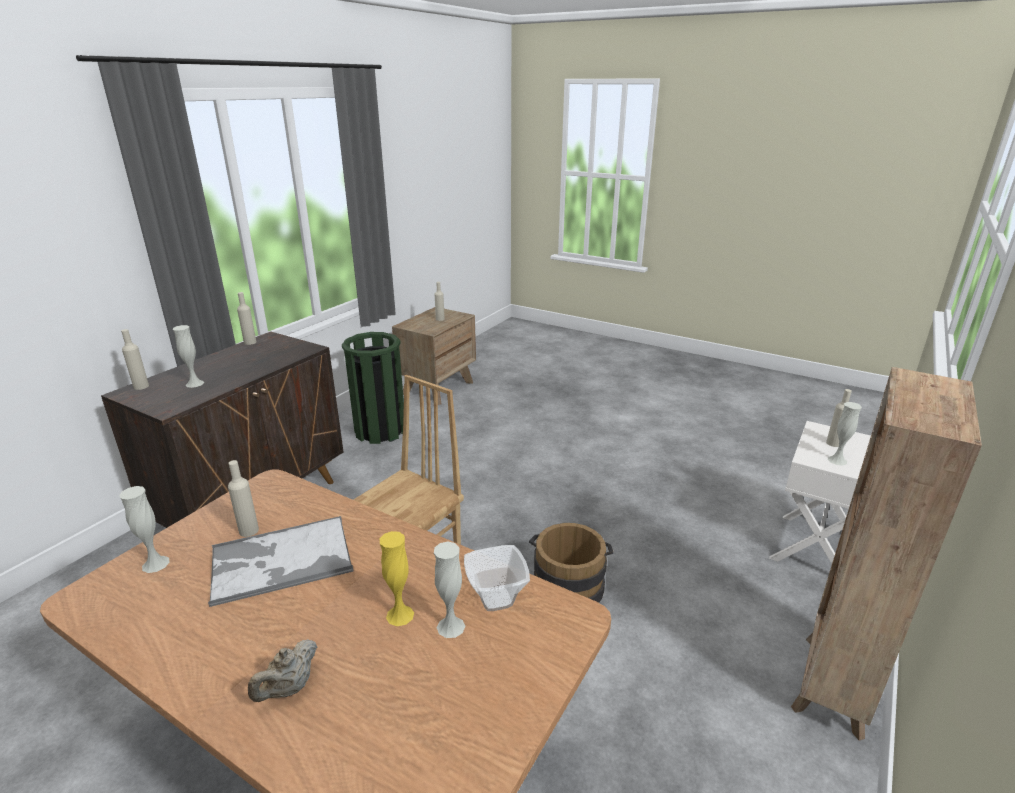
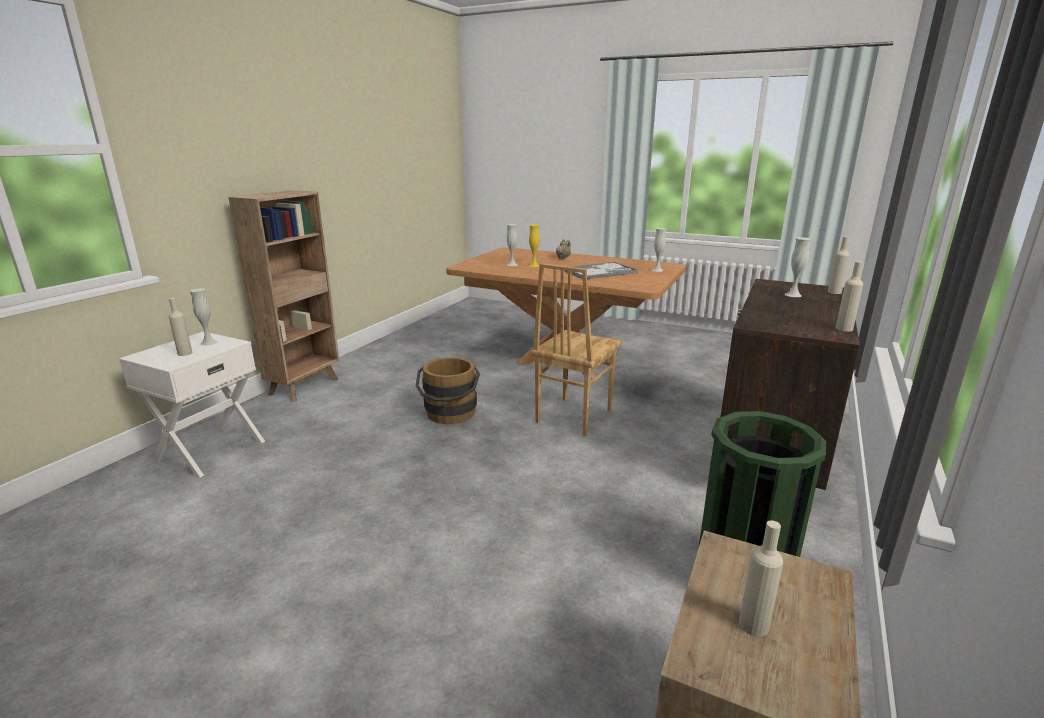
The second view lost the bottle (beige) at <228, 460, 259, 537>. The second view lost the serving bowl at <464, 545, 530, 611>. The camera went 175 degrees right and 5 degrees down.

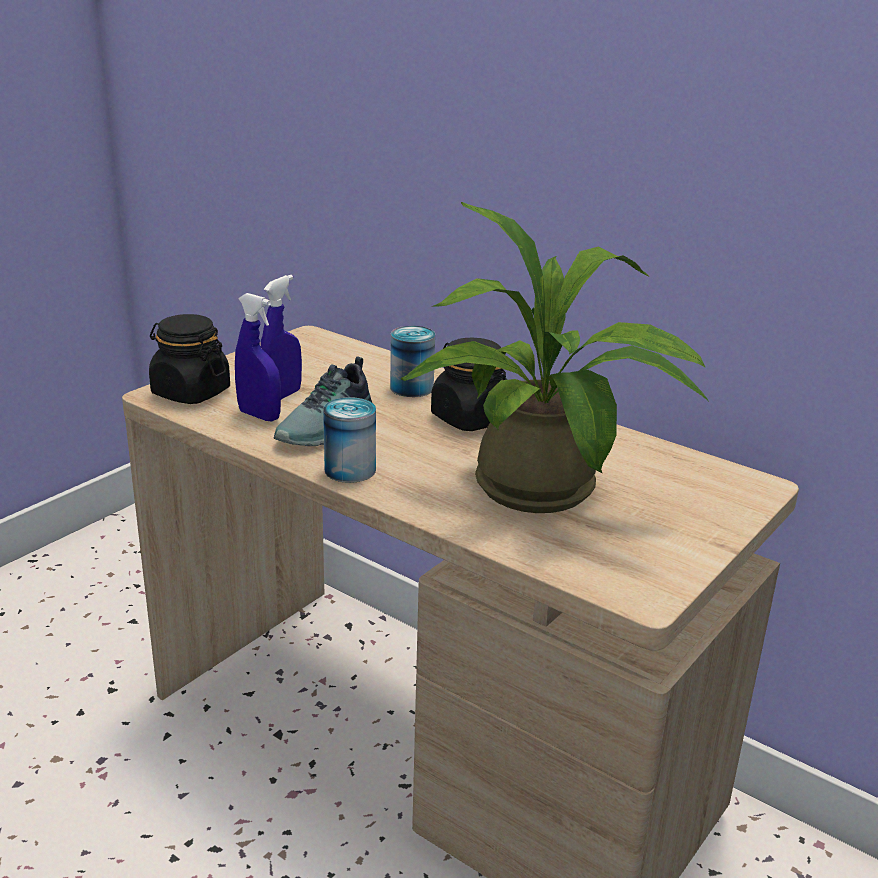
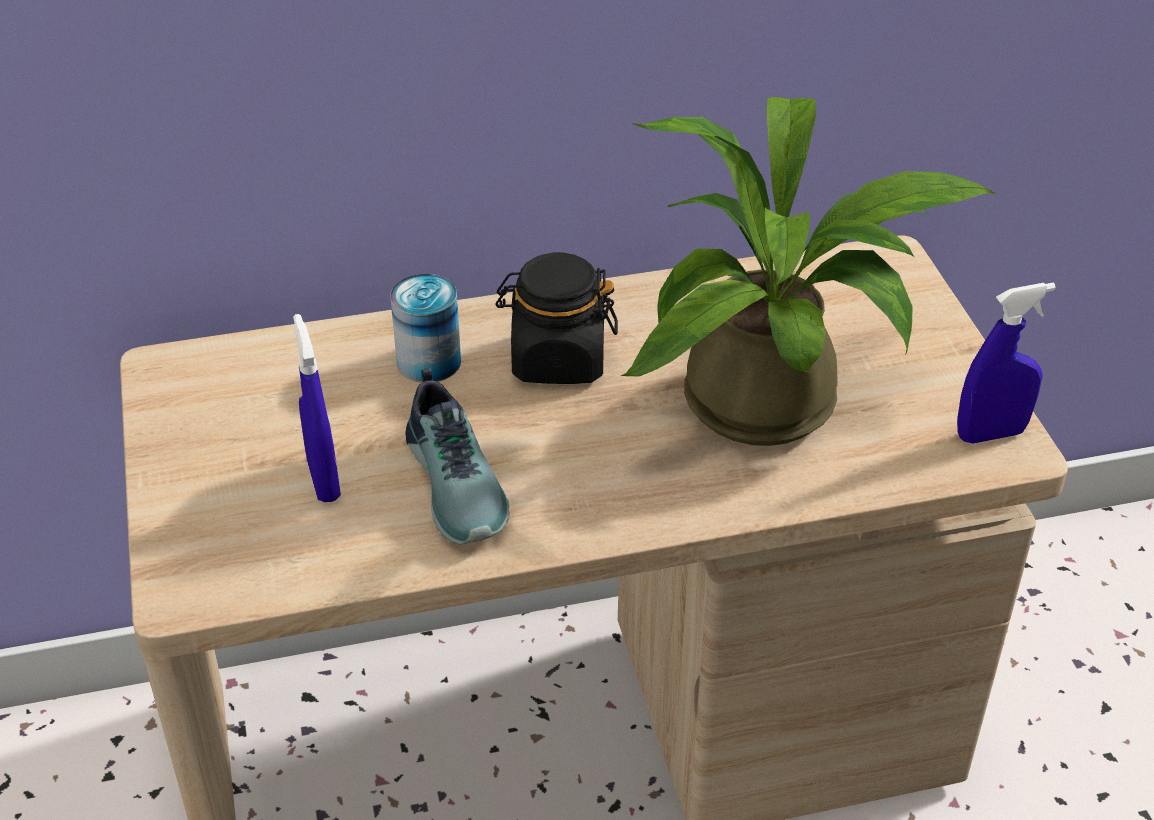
The spray bottle (blue-coloured) ended up elsewhere, having gone from <235, 293, 281, 421> to <957, 283, 1056, 443>. The second view lost the jar (black-coloured) at <149, 314, 230, 404>. The second view lost the can at <323, 397, 376, 483>. The camera went 50 degrees left and 15 degrees up.

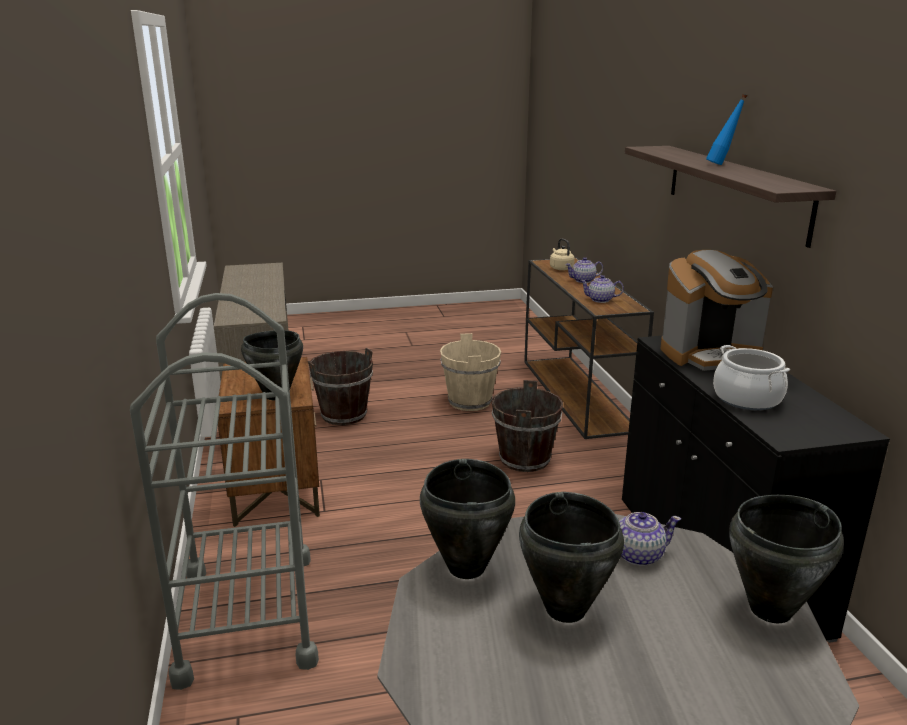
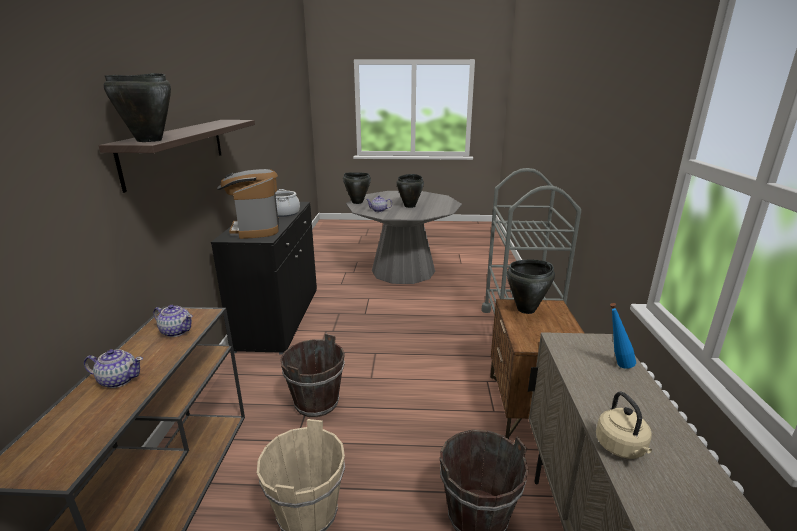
The bottle (blue-coloured) ended up elsewhere, having gone from <706, 94, 747, 165> to <610, 303, 636, 369>. The water kettle (beige) ended up elsewhere, having gone from <550, 239, 575, 270> to <596, 392, 652, 459>. The coffee brewer at <661, 250, 773, 371> ended up facing another way, 105 degrees counterclockwise from before. The cooking pot (black-coloured) ended up elsewhere, having gone from <420, 459, 515, 579> to <104, 73, 171, 142>. The camera went 165 degrees left and 0 degrees up.

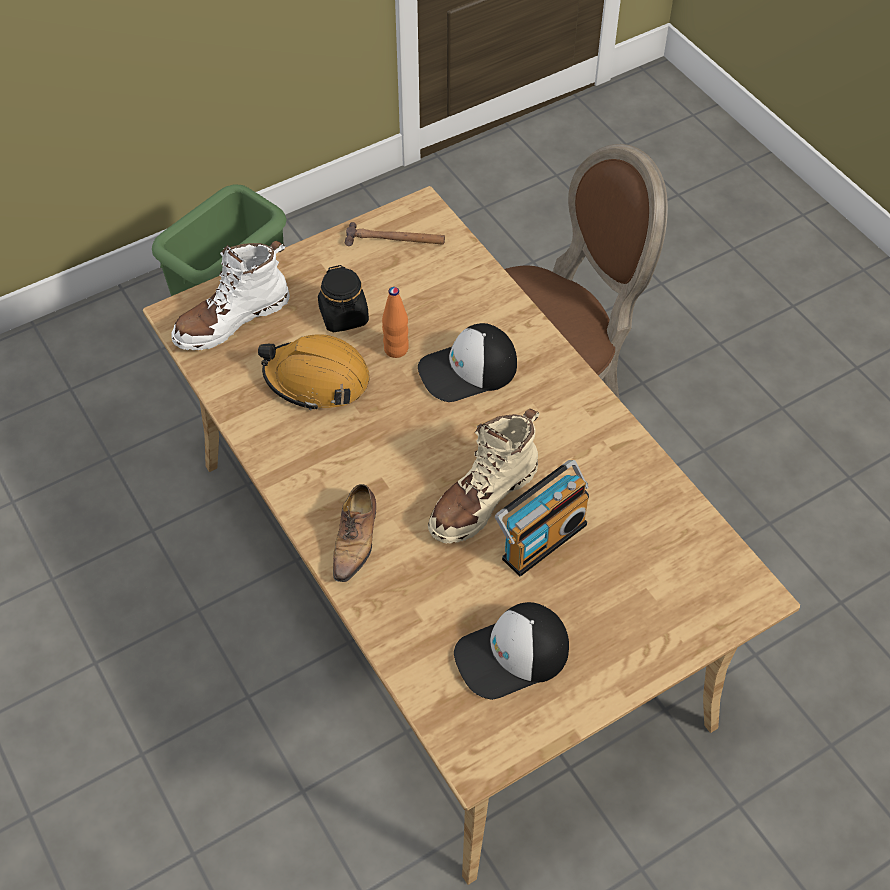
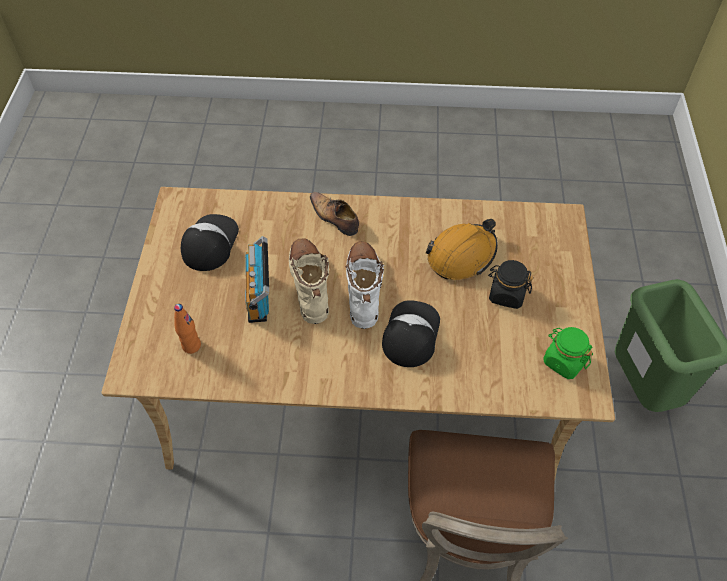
Where the hand hammer stood at <345, 222, 445, 246>, the jar (green) came to stand at <543, 327, 593, 379>. The tall boot (white) ended up elsewhere, having gone from <171, 241, 290, 350> to <345, 241, 384, 329>. The bottle (orangey) ended up elsewhere, having gone from <382, 287, 409, 358> to <174, 304, 201, 354>. The camera went 125 degrees right and 0 degrees up.

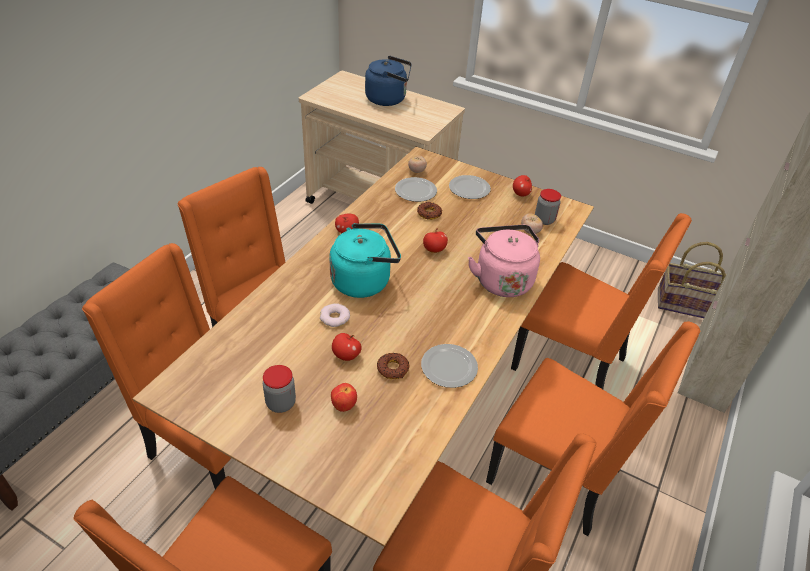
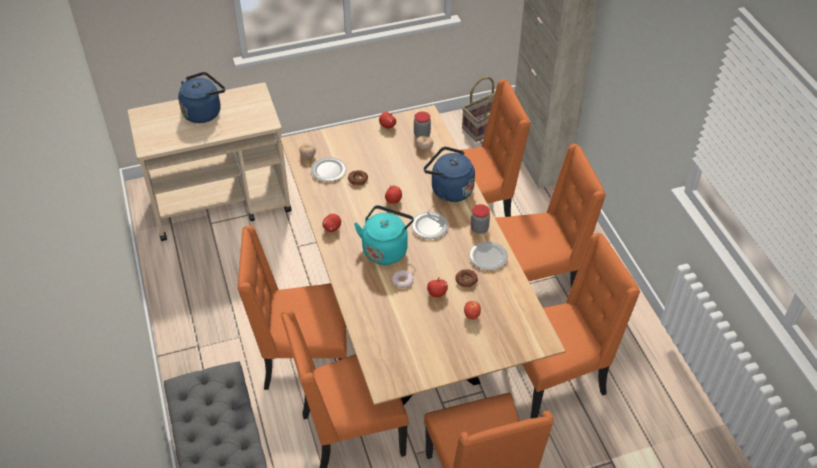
The dinner plate ended up elsewhere, having gone from <449, 175, 491, 199> to <411, 212, 449, 239>. What was the water kettle (pink-coloured) at <468, 225, 540, 297> turned into the water kettle (blue-coloured) at <424, 147, 475, 202>. The jar ended up elsewhere, having gone from <263, 365, 296, 413> to <471, 204, 490, 234>. The camera went 45 degrees left and 5 degrees up.

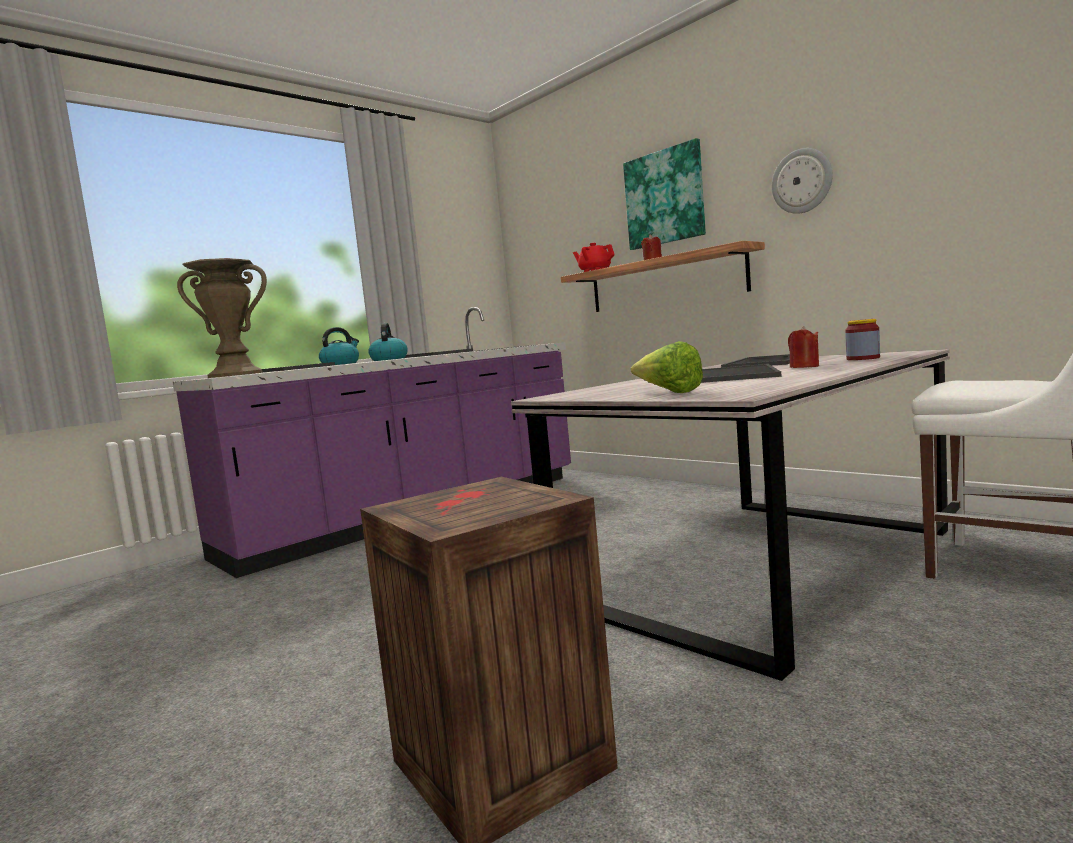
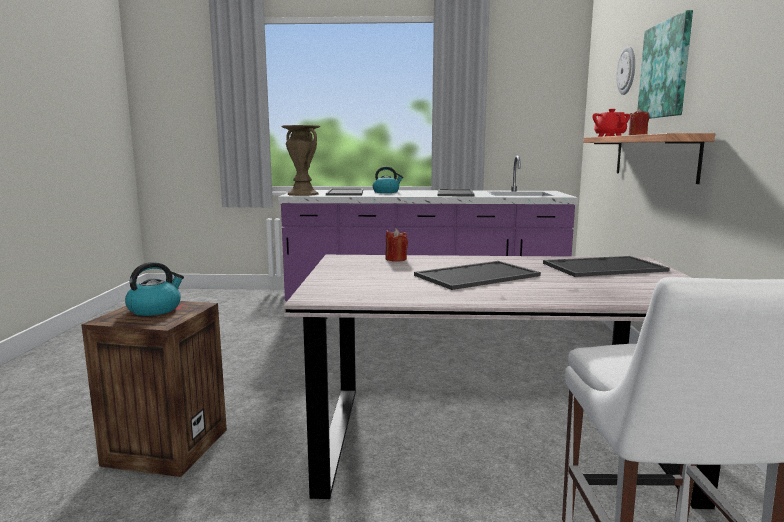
The hanging clock ended up elsewhere, having gone from <772, 148, 833, 214> to <616, 46, 635, 95>. The second view lost the jar at <845, 319, 880, 360>. The water kettle ended up elsewhere, having gone from <368, 323, 408, 361> to <125, 262, 184, 316>. The wax light (red-coloured) ended up elsewhere, having gone from <788, 326, 819, 368> to <385, 229, 408, 262>. The second view lost the head of lettuce at <630, 341, 703, 393>. The camera went 45 degrees right and 5 degrees up.

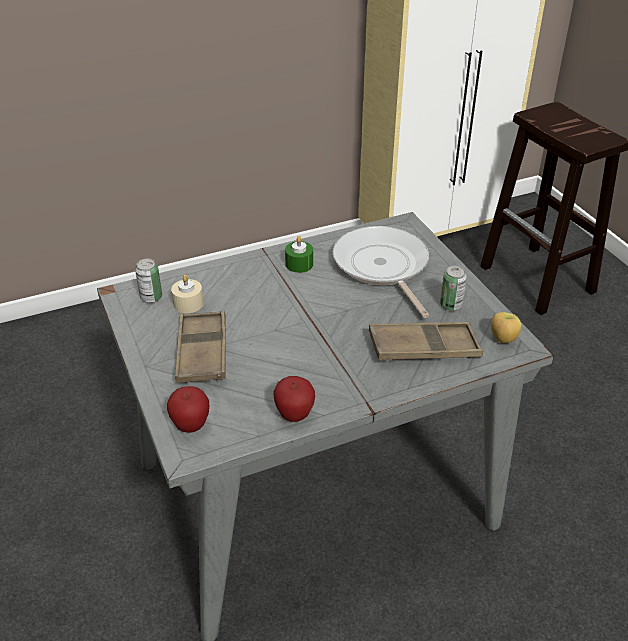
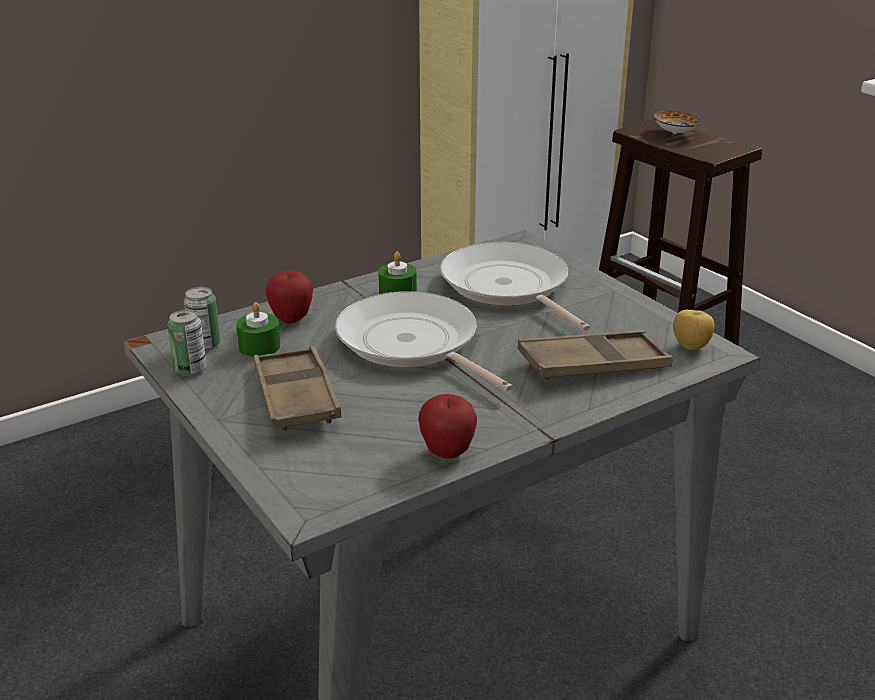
The can ended up elsewhere, having gone from <440, 266, 467, 311> to <168, 310, 207, 376>. What was the wax light (beige) at <171, 275, 203, 313> turned into the wax light (green) at <236, 302, 281, 357>. The apple fruit ended up elsewhere, having gone from <167, 386, 209, 433> to <266, 271, 313, 323>. The second view gained the serving bowl at <652, 110, 702, 134>. The second view gained the skillet at <335, 291, 513, 391>. The camera went 10 degrees left and 10 degrees down.

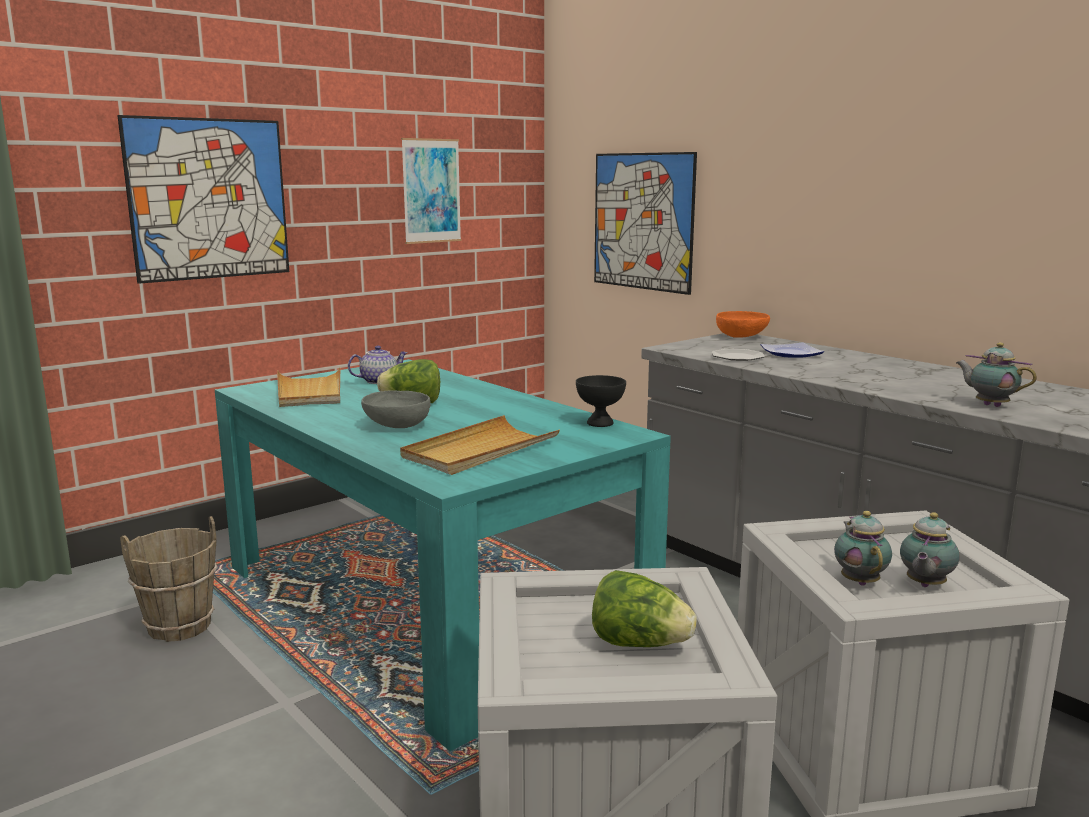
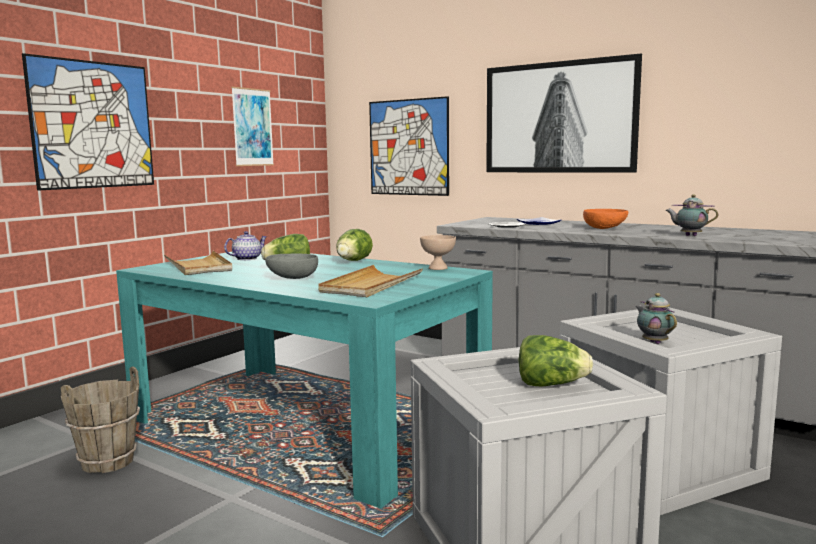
The serving bowl (orangey) ended up elsewhere, having gone from <716, 311, 770, 338> to <583, 209, 628, 229>. What was the serving bowl (black-coloured) at <576, 375, 626, 427> turned into the serving bowl (beige) at <420, 235, 456, 270>. The second view lost the pot for tea at <900, 512, 960, 587>. The second view gained the wall art at <486, 54, 642, 173>. The second view gained the head of lettuce at <336, 229, 373, 261>. The camera went 15 degrees left and 5 degrees down.

